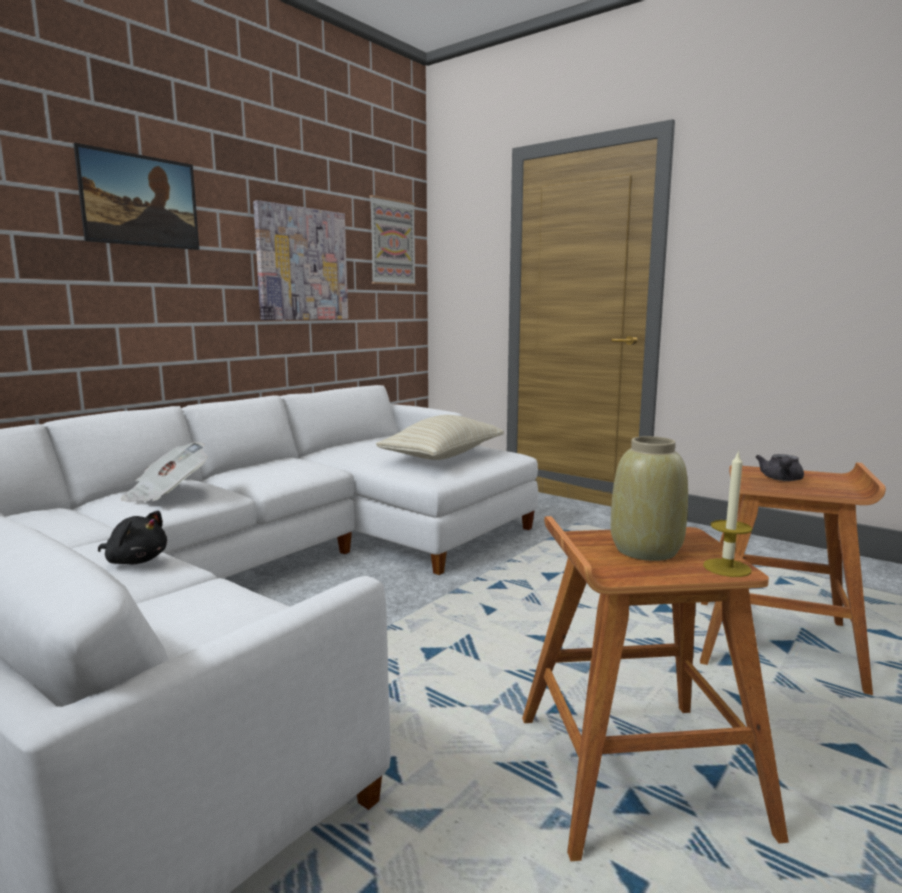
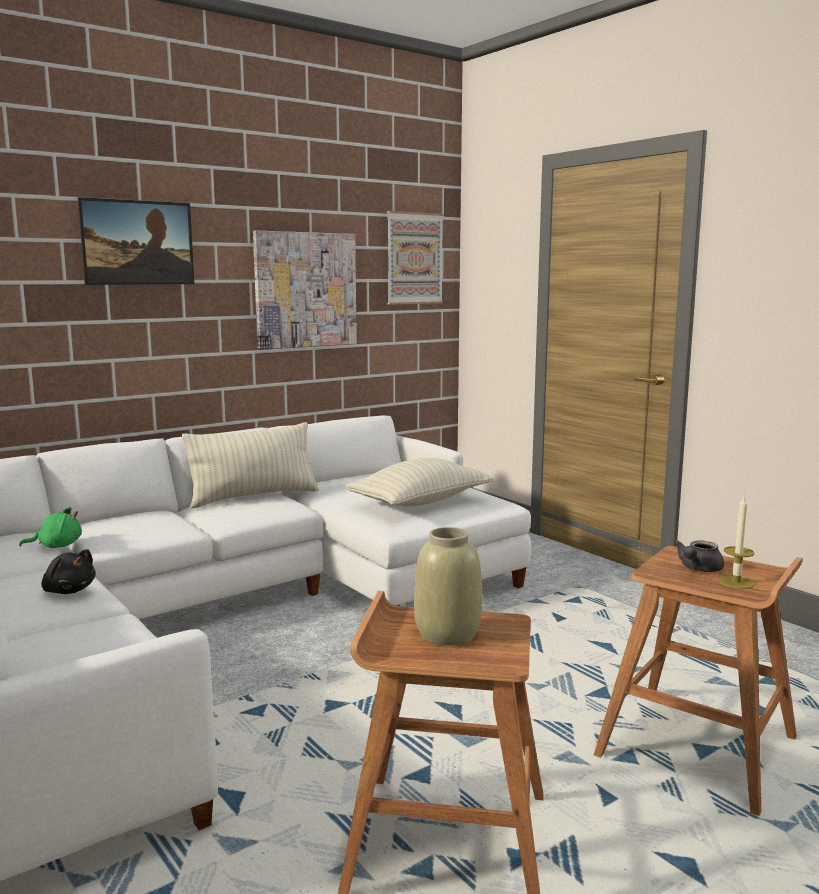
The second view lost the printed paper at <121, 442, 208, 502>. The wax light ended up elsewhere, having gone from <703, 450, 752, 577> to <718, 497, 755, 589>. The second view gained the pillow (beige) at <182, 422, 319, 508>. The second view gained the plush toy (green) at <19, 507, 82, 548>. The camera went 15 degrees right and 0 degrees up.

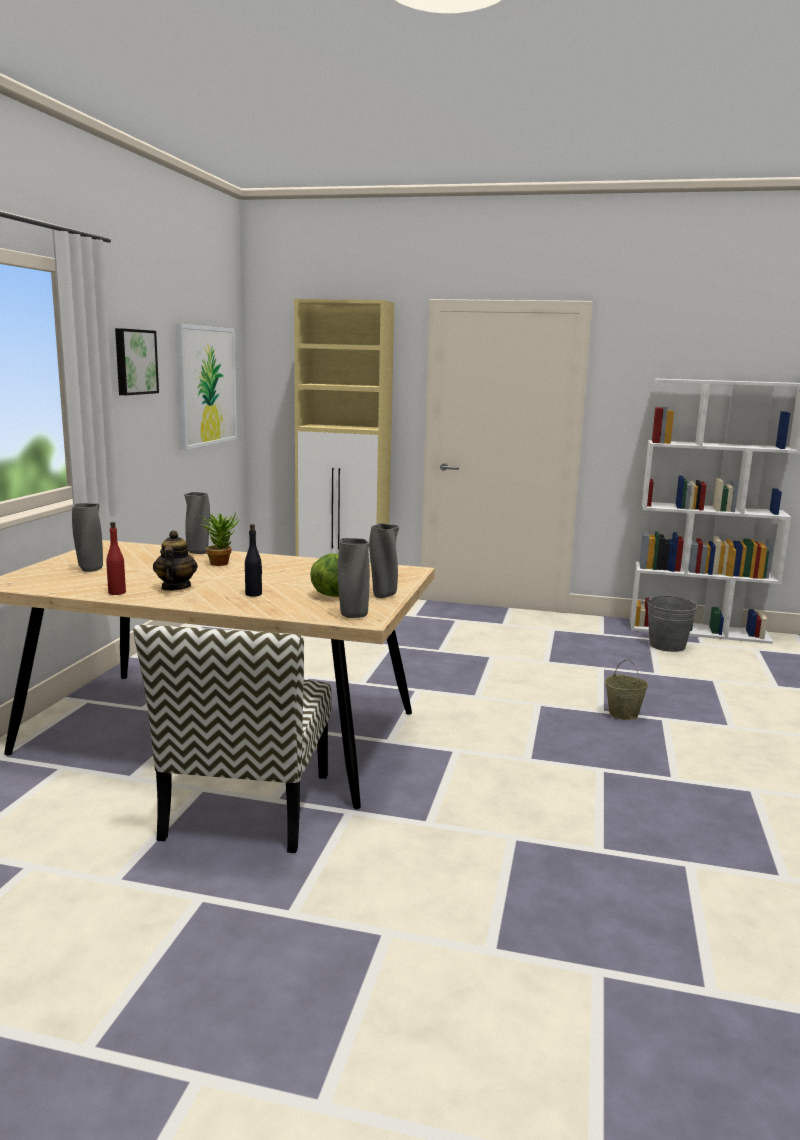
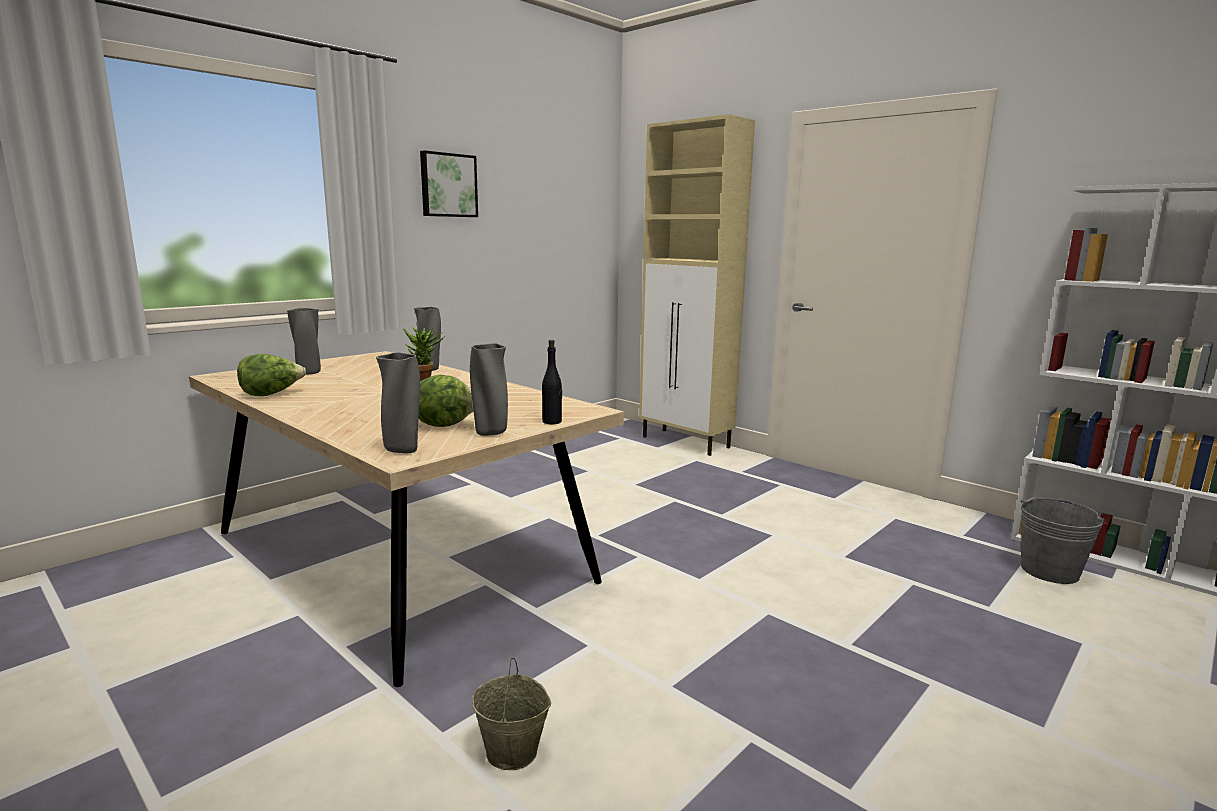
The second view lost the wall art at <176, 324, 237, 450>. Where the bottle (red-coloured) stood at <106, 522, 126, 595>, the head of lettuce came to stand at <237, 354, 306, 396>. The bottle (black-coloured) ended up elsewhere, having gone from <245, 524, 262, 597> to <542, 340, 562, 424>. The second view lost the pot for tea at <153, 530, 198, 591>. The second view lost the upright chair at <133, 625, 331, 853>. The water bucket (beige) ended up elsewhere, having gone from <605, 659, 648, 720> to <472, 658, 551, 770>. The camera went 30 degrees right and 0 degrees up.

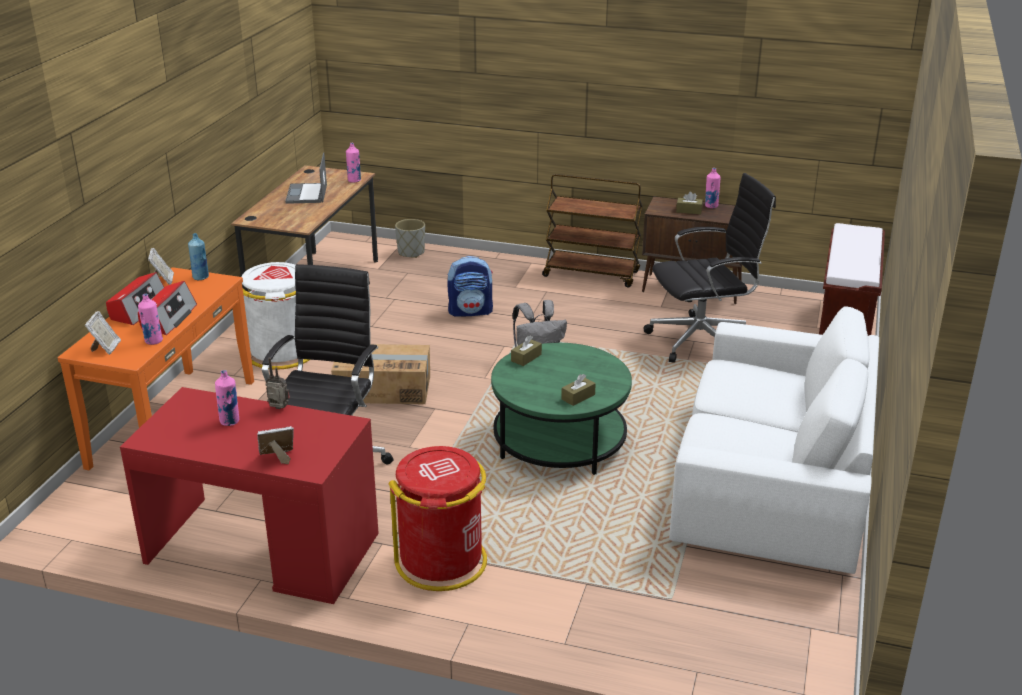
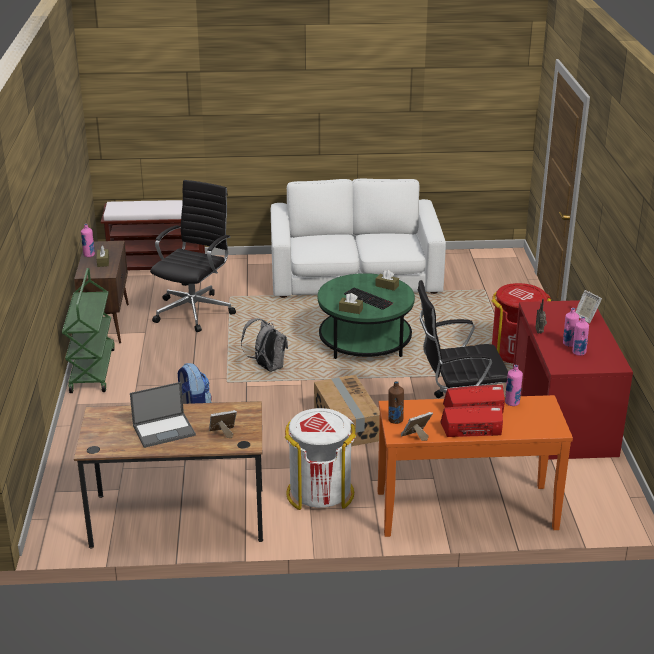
The bottle (pink-coloured) ended up elsewhere, having gone from <346, 143, 361, 183> to <572, 317, 589, 356>. The computer chair (black-coloured) at <644, 173, 776, 363> ended up facing another way, 60 degrees clockwise from before. What was the trolley (brown-coloured) at <542, 174, 643, 287> turned into the trolley (green) at <62, 268, 115, 393>. The second view lost the flower pot (gray) at <395, 219, 425, 258>. What was the bottle (blue-coloured) at <188, 233, 209, 280> turned into the bottle (brown-coloured) at <388, 381, 404, 424>. The picture frame ended up elsewhere, having gone from <85, 311, 121, 355> to <209, 410, 237, 438>. The second view gained the computer keyboard at <344, 287, 393, 310>. The camera went 110 degrees left and 0 degrees up.

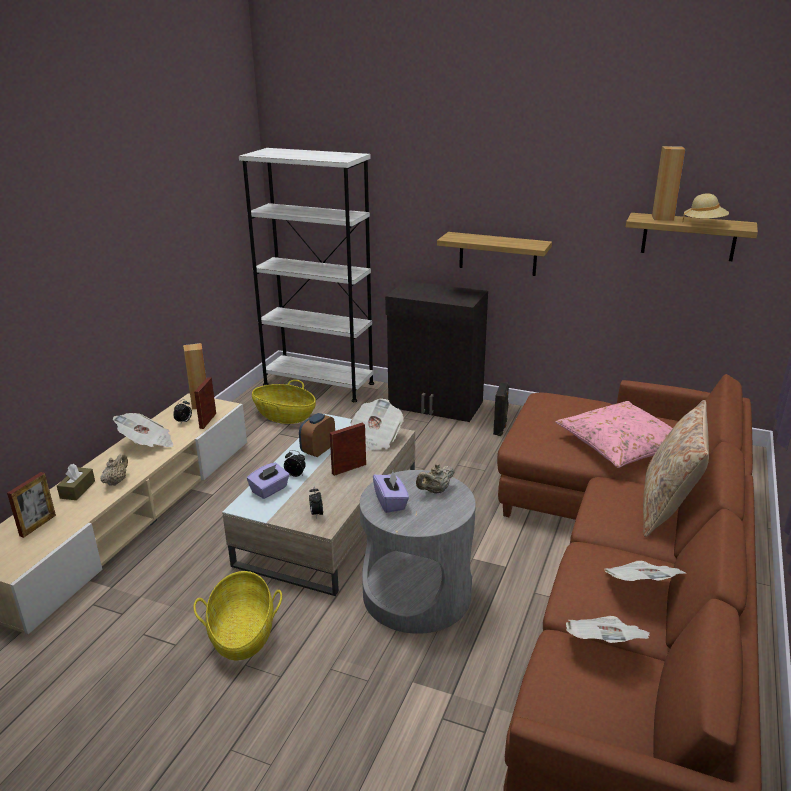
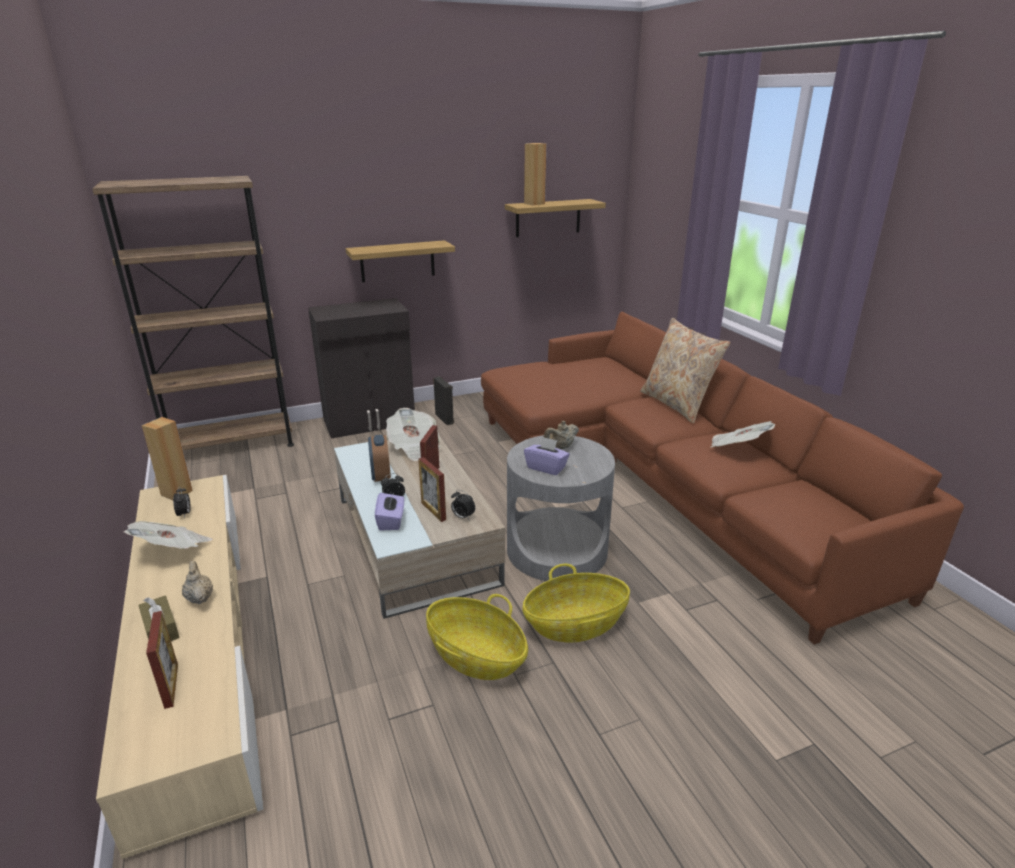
What was the shelving unit (white) at <239, 148, 374, 402> turned into the shelving unit (brown-coloured) at <92, 176, 294, 450>. The second view lost the wearable hat (beige) at <683, 193, 729, 221>. The picture frame ended up elsewhere, having gone from <194, 377, 216, 429> to <418, 457, 446, 522>. The storage basket ended up elsewhere, having gone from <252, 380, 316, 424> to <522, 564, 630, 643>. The second view lost the pillow (pink-coloured) at <556, 401, 673, 468>. The pot for tea (beige) at <416, 464, 455, 494> ended up facing another way, 45 degrees clockwise from before. The second view lost the printed paper at <566, 616, 650, 643>. The camera went 45 degrees left and 0 degrees up.

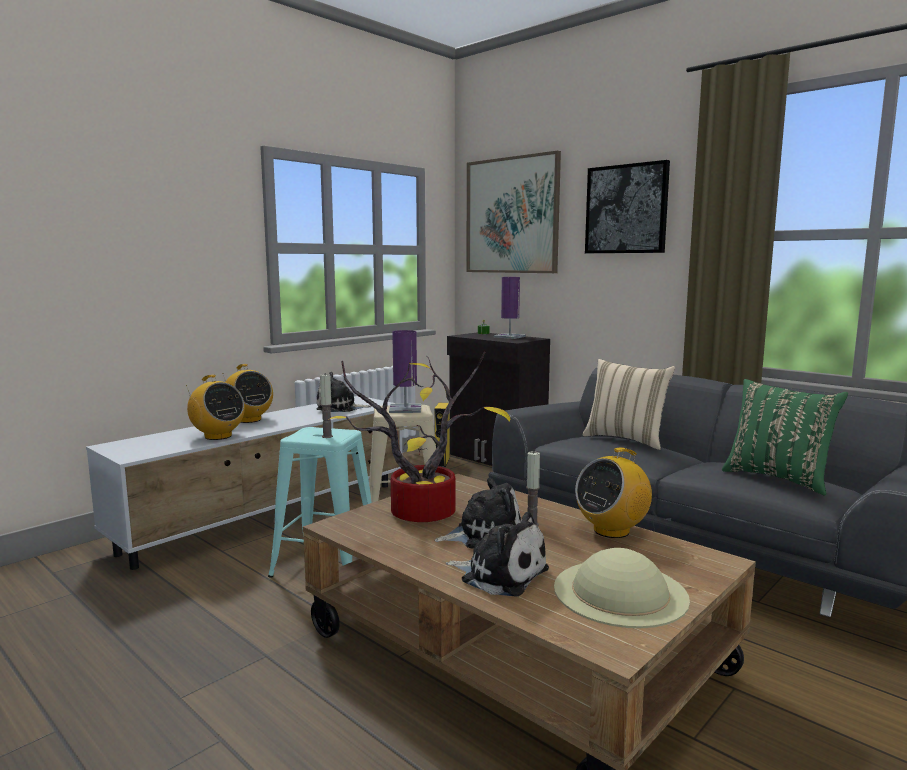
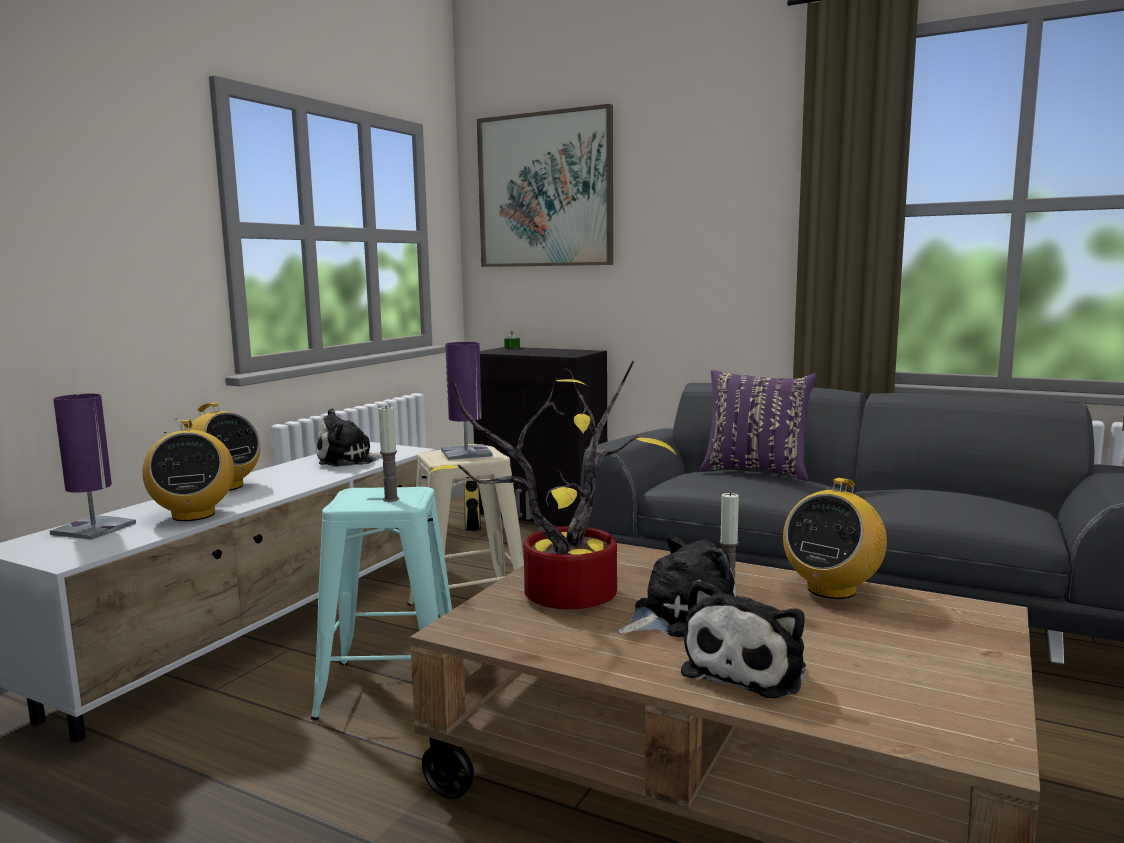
The second view lost the wall art at <585, 160, 670, 253>. The table lamp (purple) ended up elsewhere, having gone from <494, 277, 526, 339> to <50, 394, 136, 540>. What was the pillow (beige) at <582, 359, 675, 450> turned into the pillow (purple) at <700, 370, 816, 481>. The radio receiver at <186, 375, 245, 440> ended up facing another way, 45 degrees clockwise from before. The second view lost the pillow (green) at <722, 379, 848, 495>. The plush toy at <446, 512, 549, 597> ended up facing another way, 105 degrees clockwise from before. The second view lost the wearable hat (beige) at <554, 548, 690, 628>. The camera went 15 degrees left and 0 degrees up.

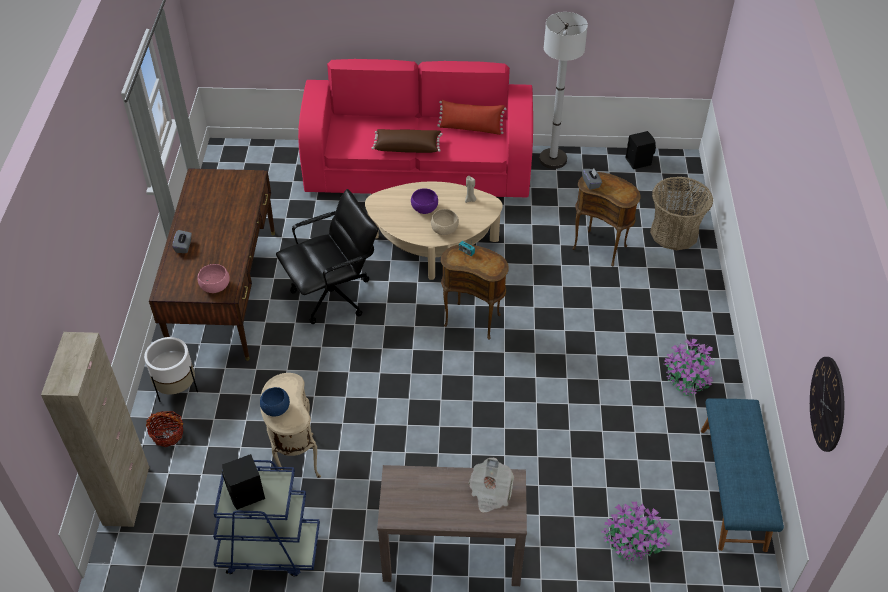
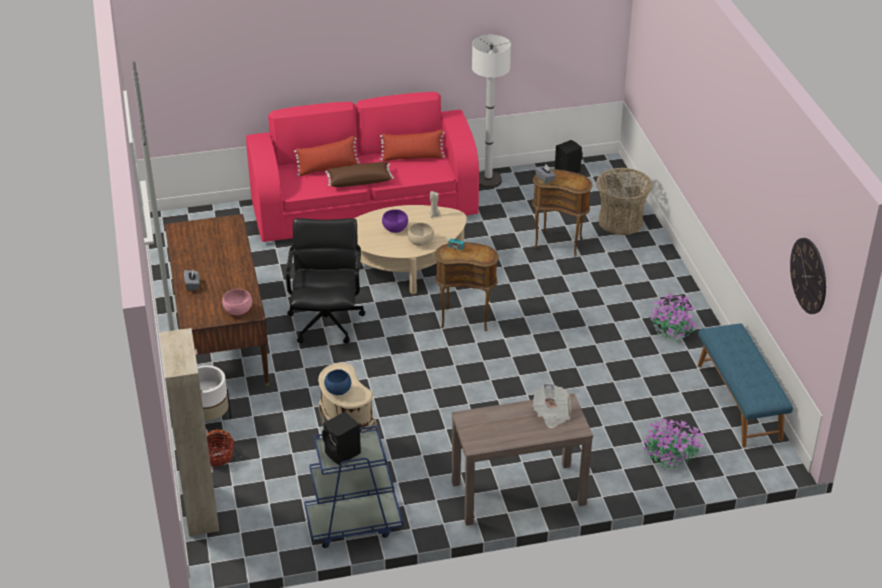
The computer chair (black-coloured) at <276, 189, 378, 324> ended up facing another way, 45 degrees counterclockwise from before. The second view gained the pillow (red-coloured) at <294, 136, 359, 176>. The camera went 15 degrees left and 10 degrees down.

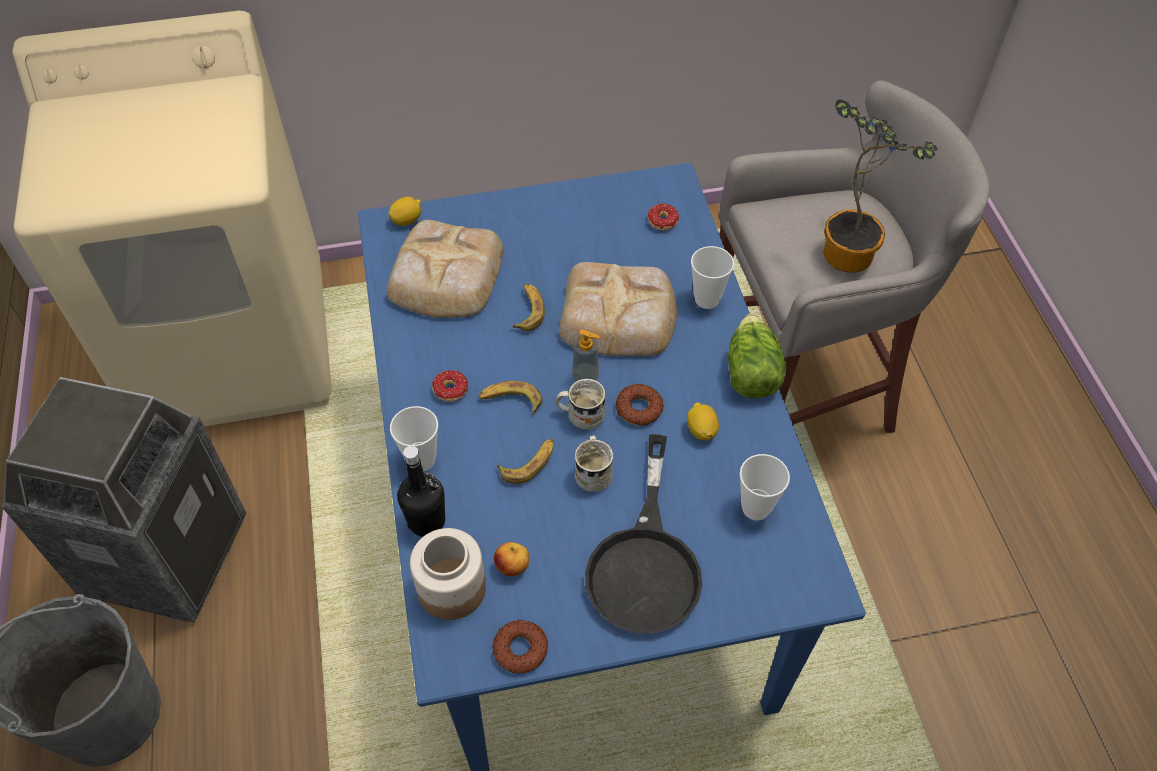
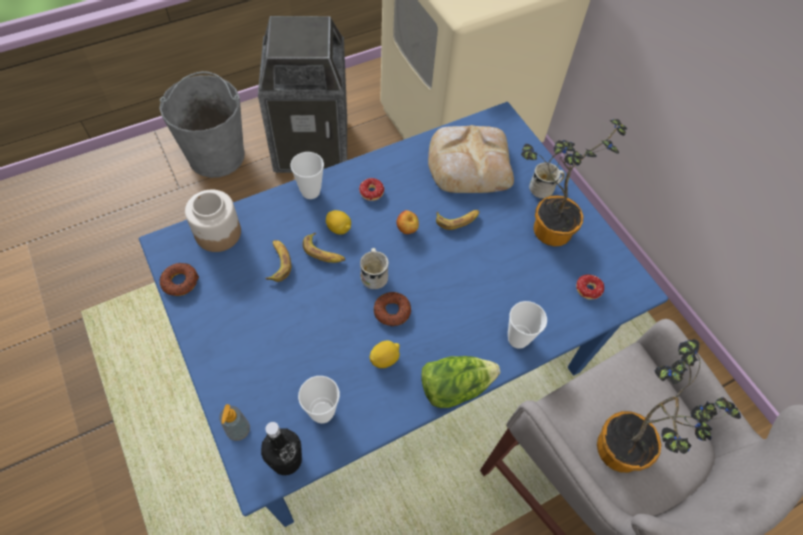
The lemon ended up elsewhere, having gone from <388, 197, 421, 226> to <326, 210, 351, 235>. The second view lost the bread at <559, 262, 678, 356>. The liquid soap bottle ended up elsewhere, having gone from <572, 329, 600, 381> to <219, 404, 250, 441>. The whole banana ended up elsewhere, having gone from <479, 381, 542, 415> to <266, 240, 291, 282>. The second view lost the skillet (black-coloured) at <585, 434, 703, 634>. The tea mug (white) ended up elsewhere, having gone from <575, 436, 613, 492> to <529, 162, 565, 199>. The bottle (black-coloured) ended up elsewhere, having gone from <397, 446, 445, 537> to <261, 422, 302, 475>. The apple fruit ended up elsewhere, having gone from <494, 542, 529, 576> to <396, 210, 419, 234>. The second view gained the houseplant at <521, 119, 628, 246>. The camera went 70 degrees right and 5 degrees up.

